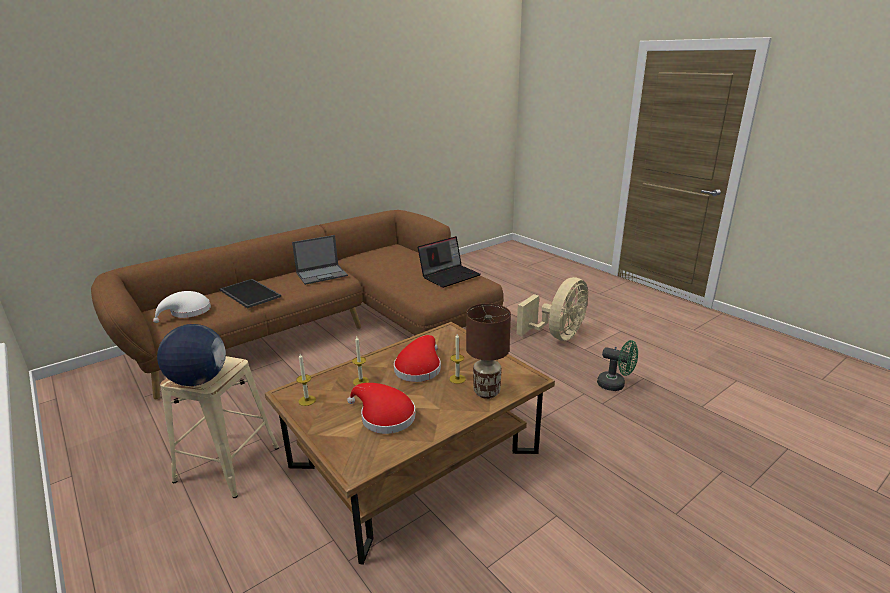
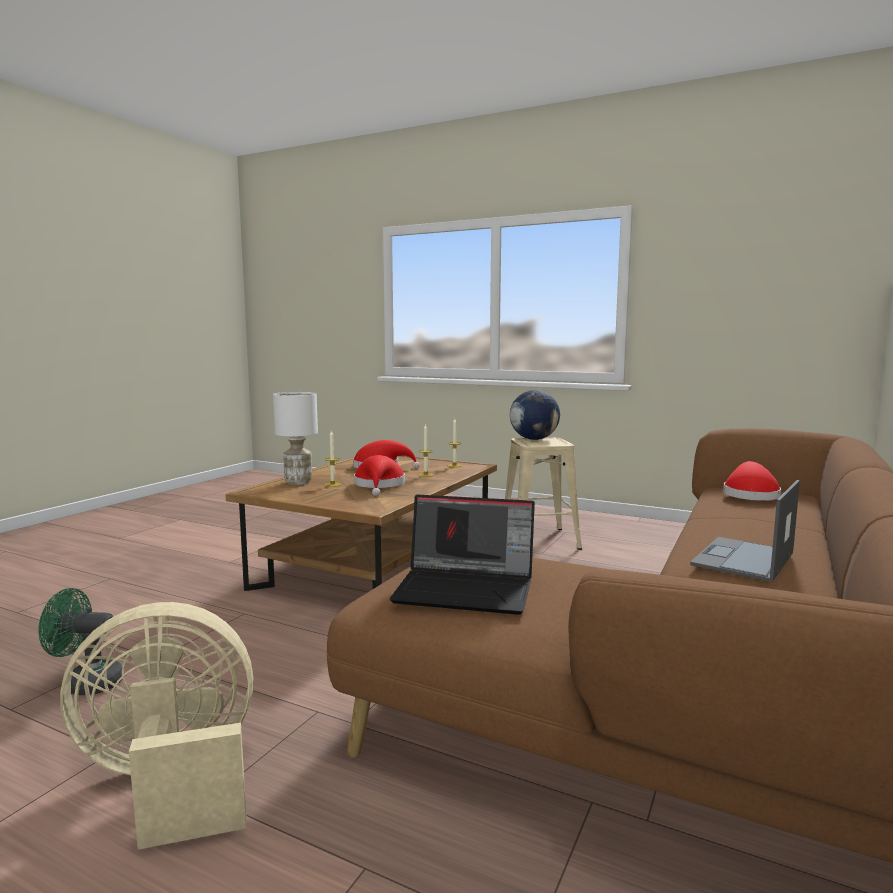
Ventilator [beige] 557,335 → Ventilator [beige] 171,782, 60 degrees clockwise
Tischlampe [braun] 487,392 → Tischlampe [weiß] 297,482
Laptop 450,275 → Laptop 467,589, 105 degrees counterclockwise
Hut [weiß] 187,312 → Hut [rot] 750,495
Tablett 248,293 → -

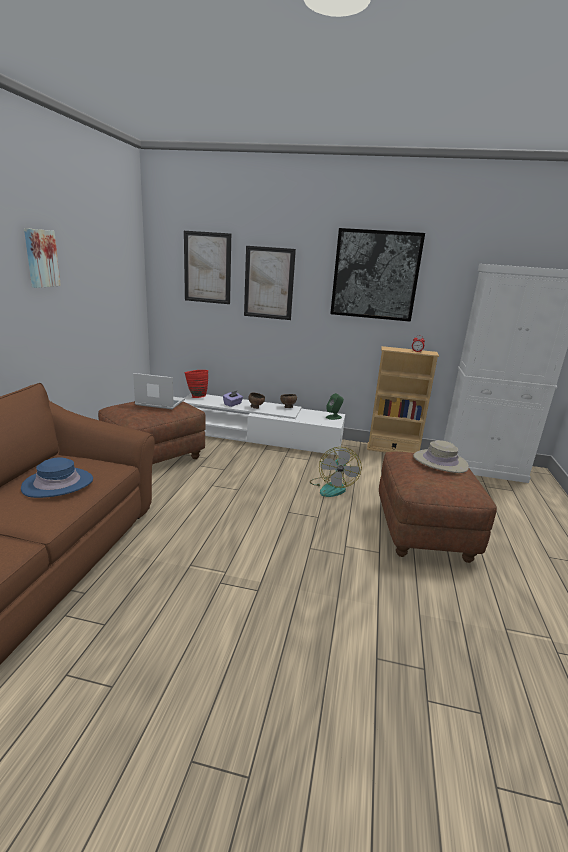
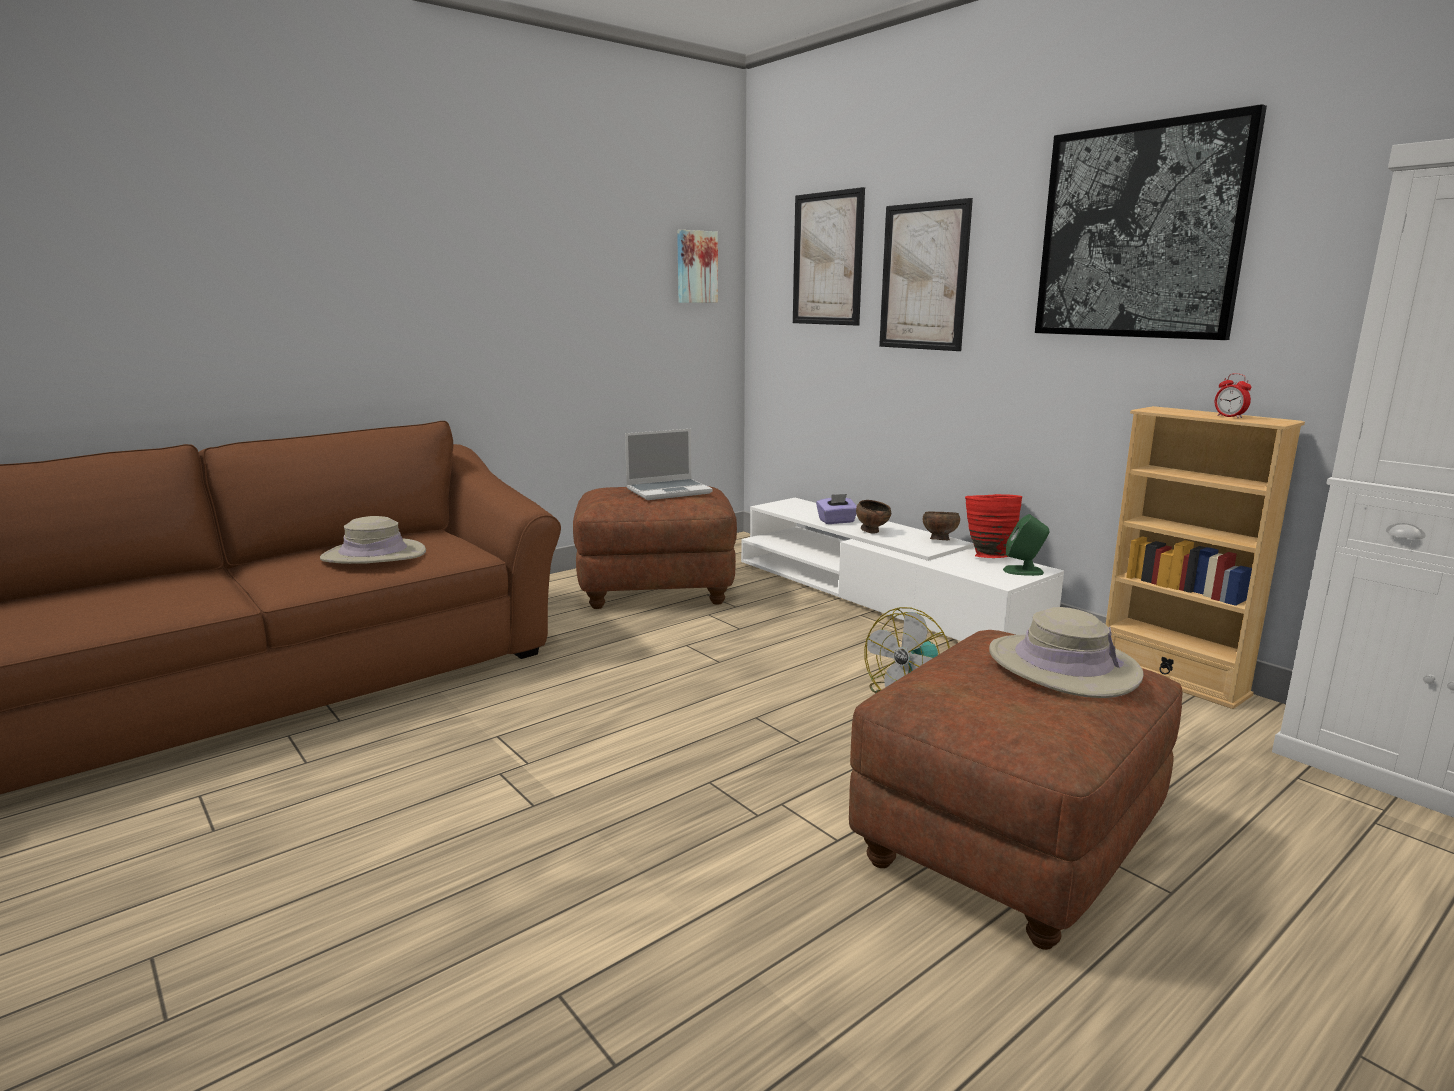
Hut [blau] 58,484 → Hut [beige] 374,555
Laptop 159,403 → Laptop 669,491, 105 degrees clockwise
Bild 40,258 → Bild 696,267, moved
Vase [rot] 196,396 → Vase [rot] 987,556, moved

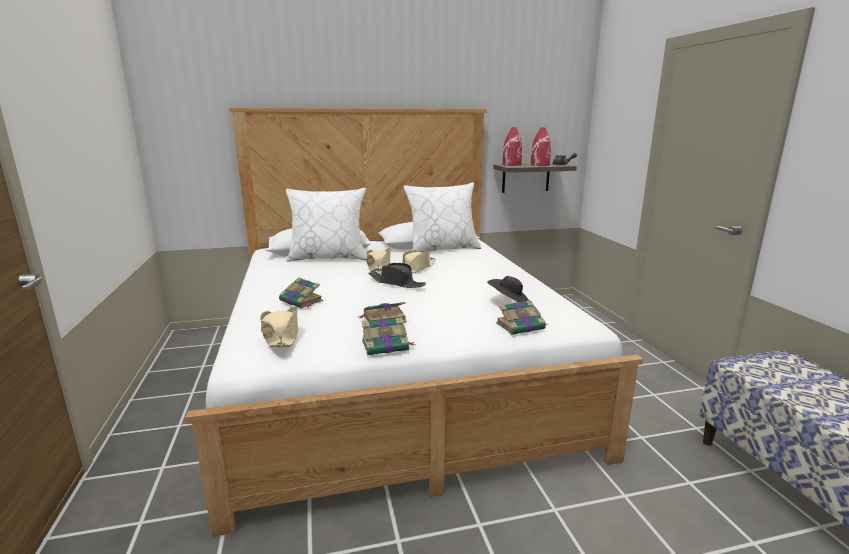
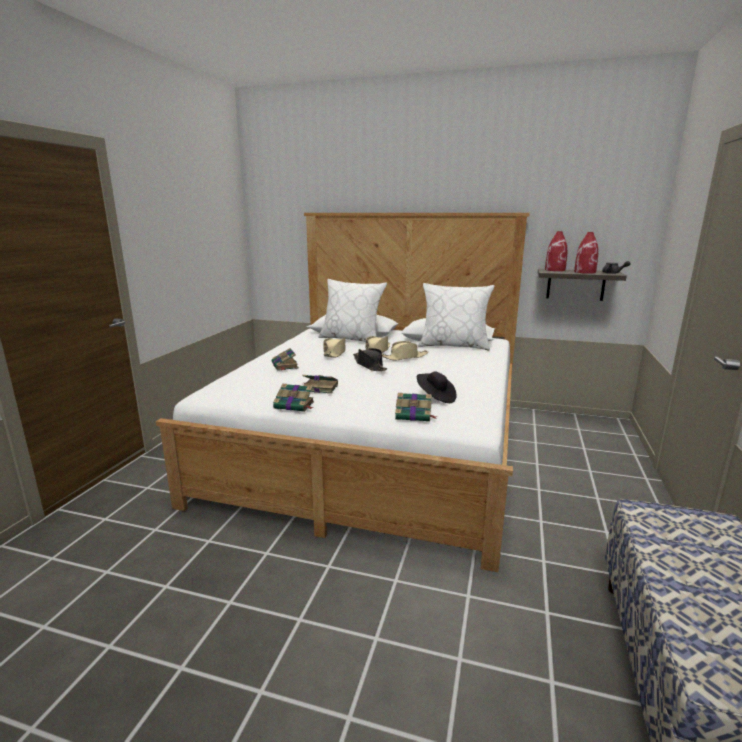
Hut [beige] 281,335 → Hut [beige] 335,353, moved

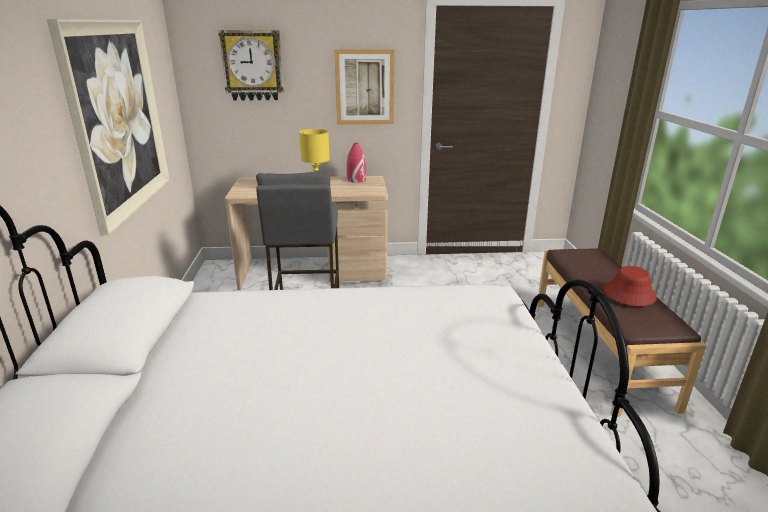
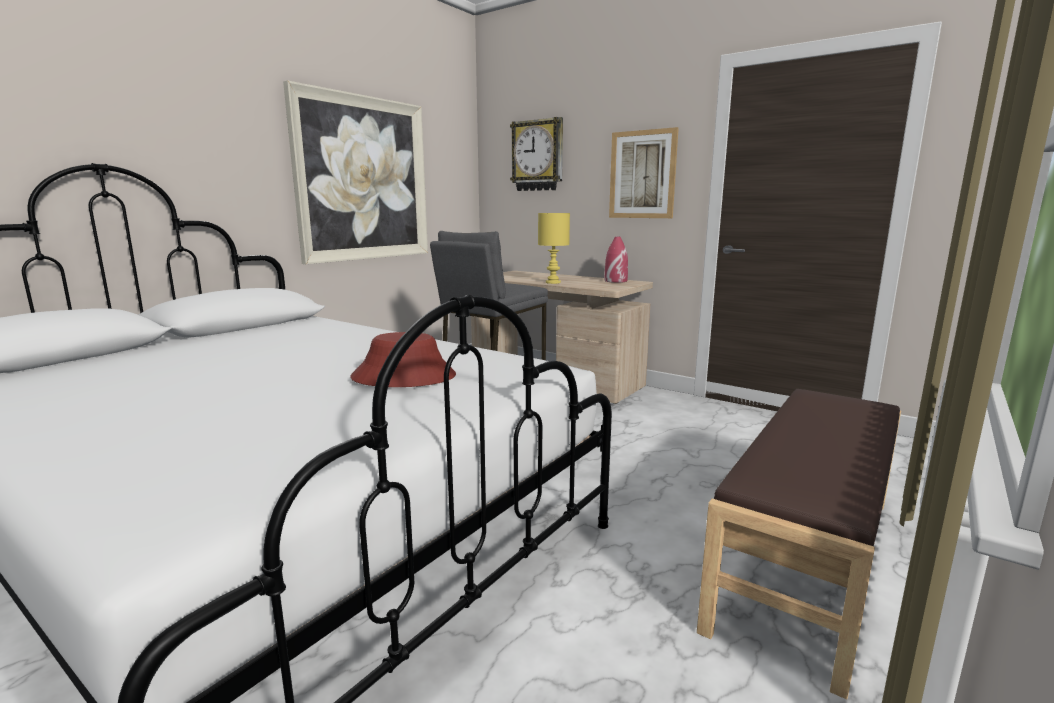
Hut [rot] 629,294 → Hut [rot] 404,377, moved

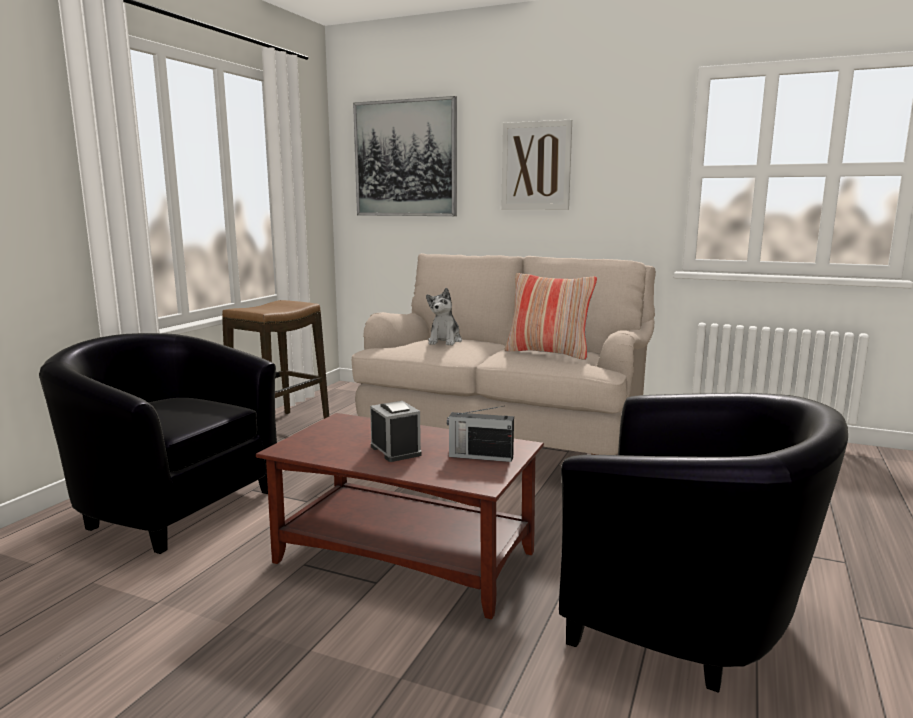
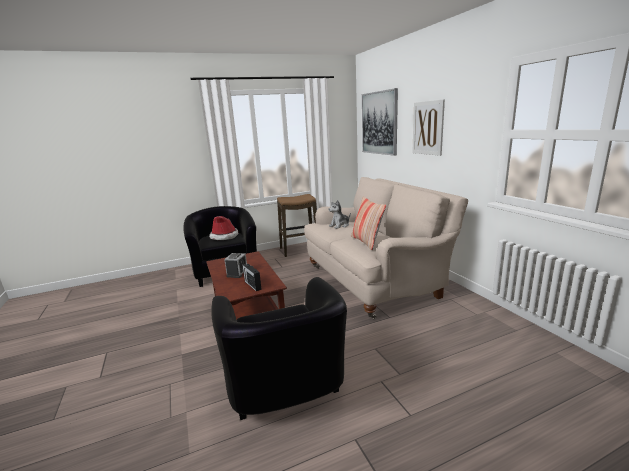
- → Hut 224,236

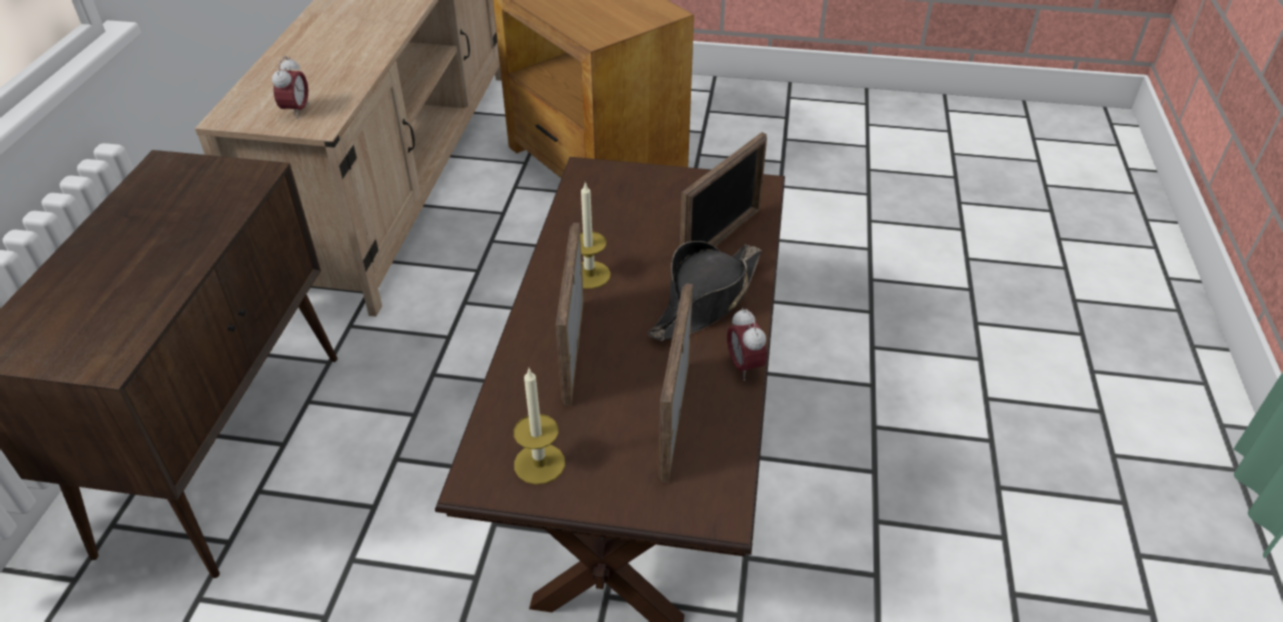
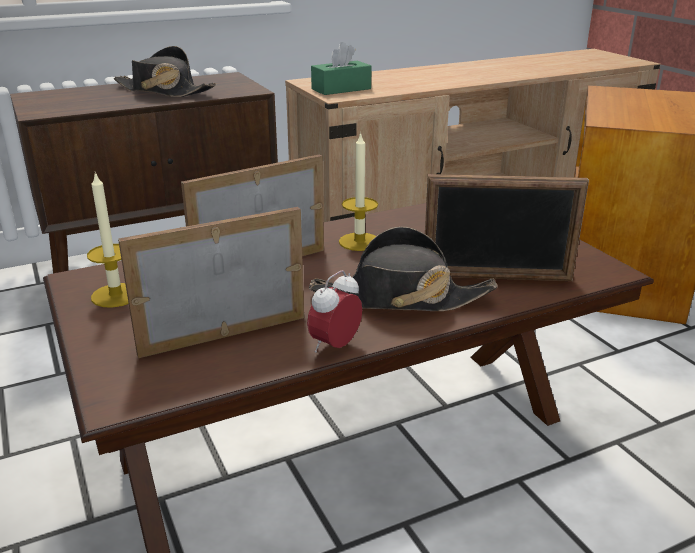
- → Hut [schwarz] 163,91
Wecker 296,111 → Taschentuchbox [grün] 341,89

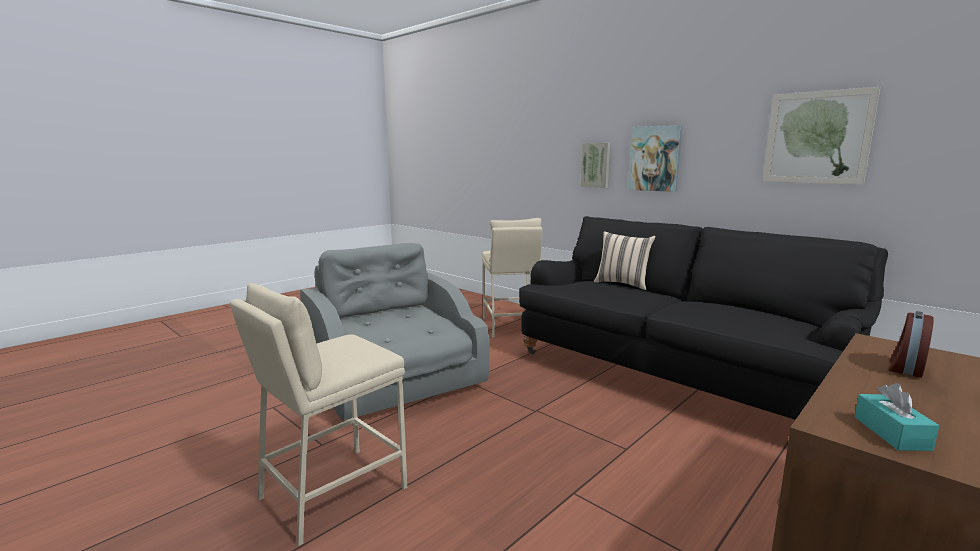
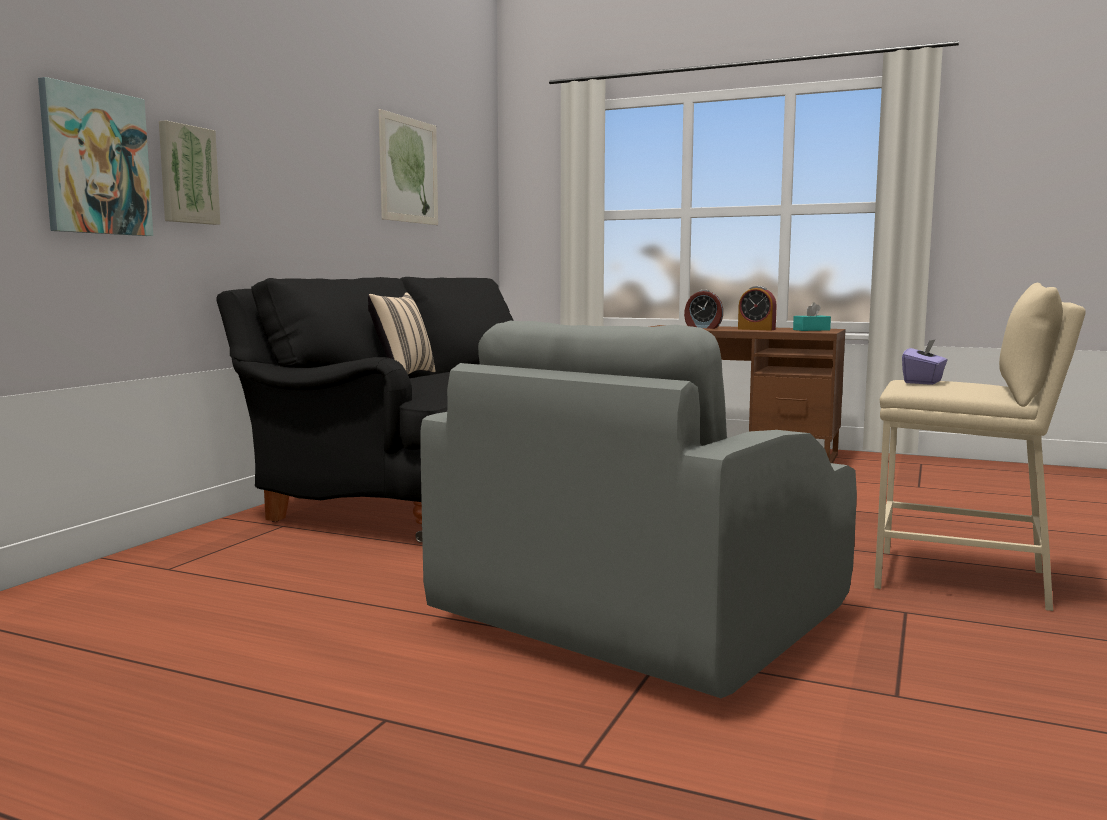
Bild 654,158 → Bild 95,162, moved
- → Wecker 756,329
- → Taschentuchbox [lila] 923,382
Hocker [beige] 510,326 → -

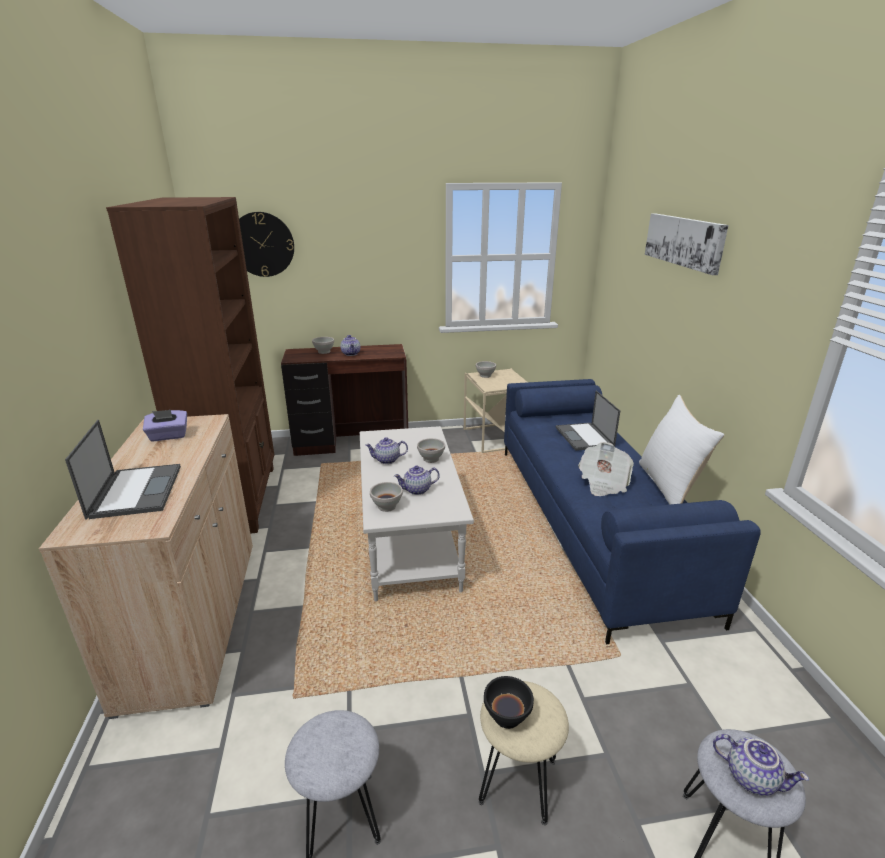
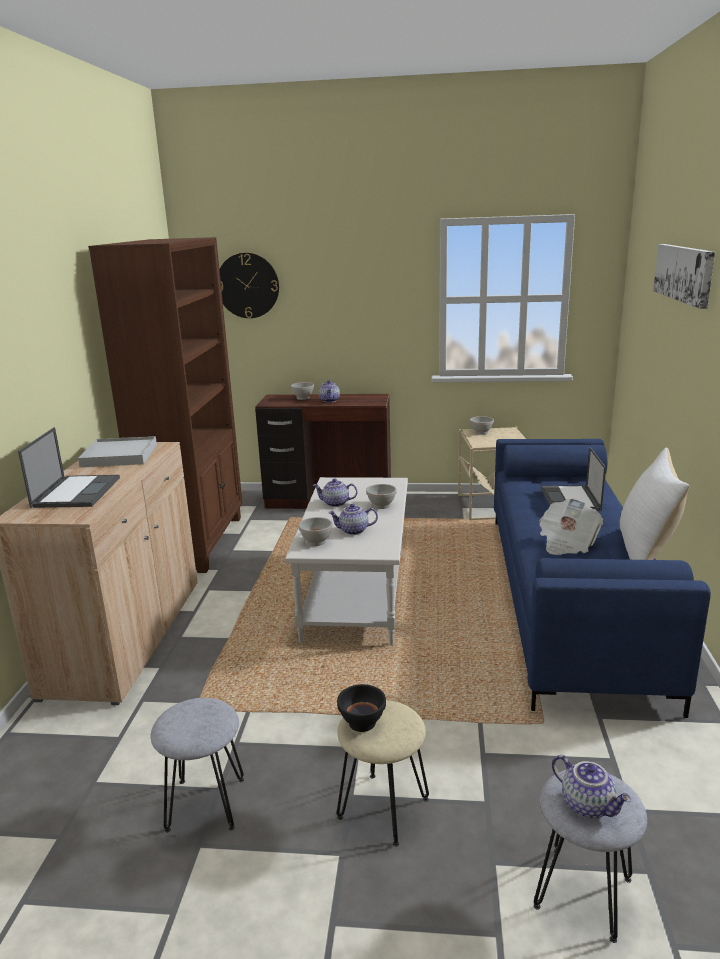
Taschentuchbox [lila] 168,436 → Tablett [weiß] 120,455

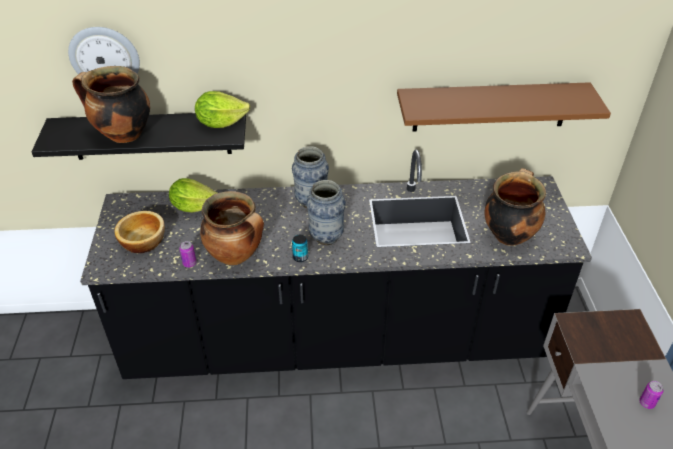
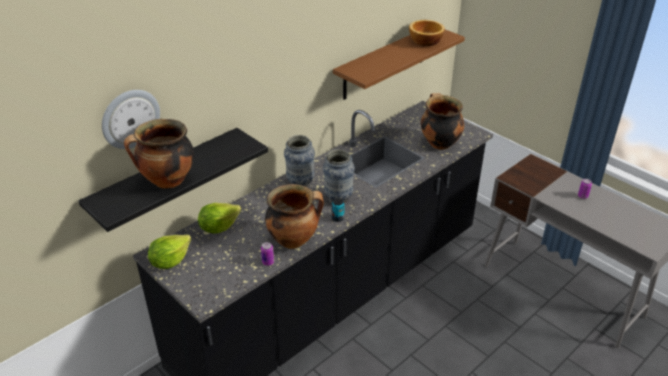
Salatkopf 221,123 → Salatkopf 170,261, moved
Schüssel 143,241 → Schüssel 425,41, moved

